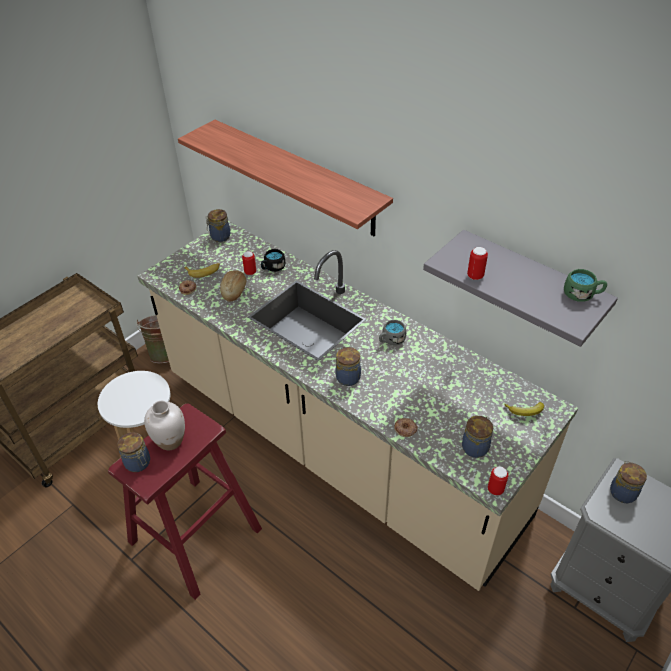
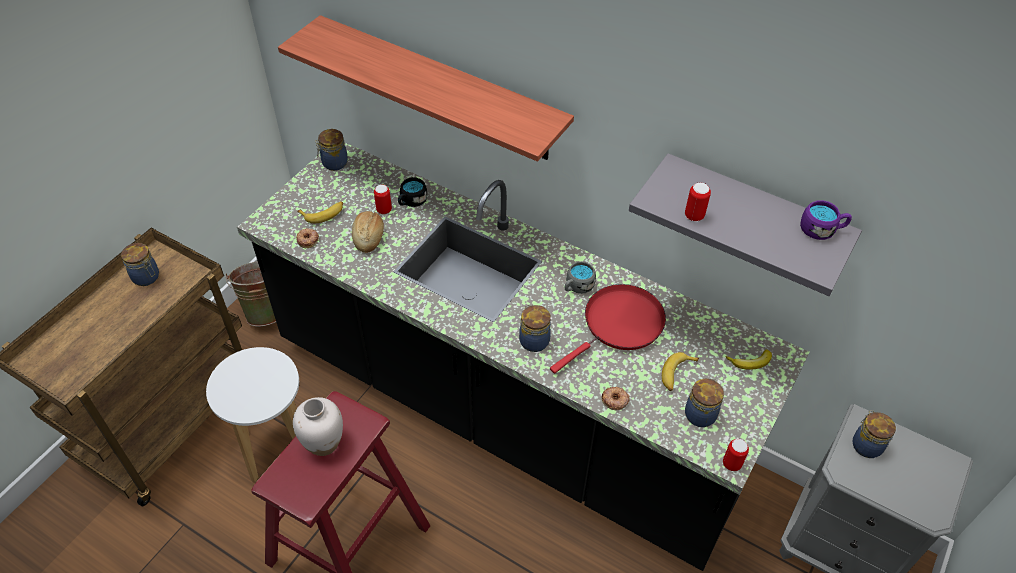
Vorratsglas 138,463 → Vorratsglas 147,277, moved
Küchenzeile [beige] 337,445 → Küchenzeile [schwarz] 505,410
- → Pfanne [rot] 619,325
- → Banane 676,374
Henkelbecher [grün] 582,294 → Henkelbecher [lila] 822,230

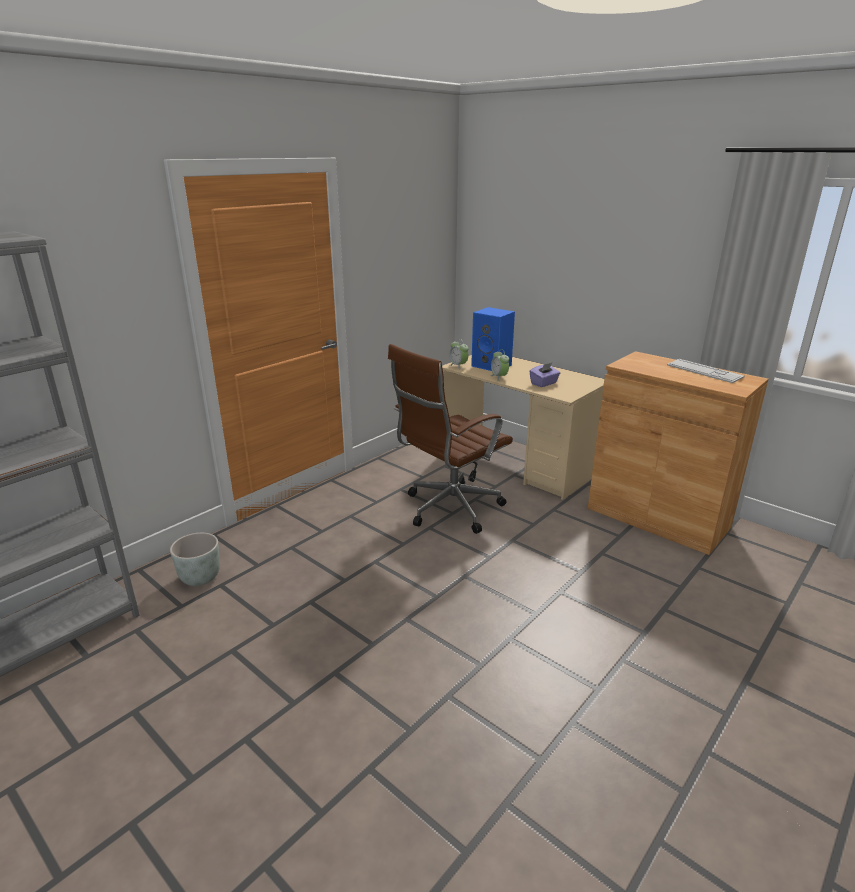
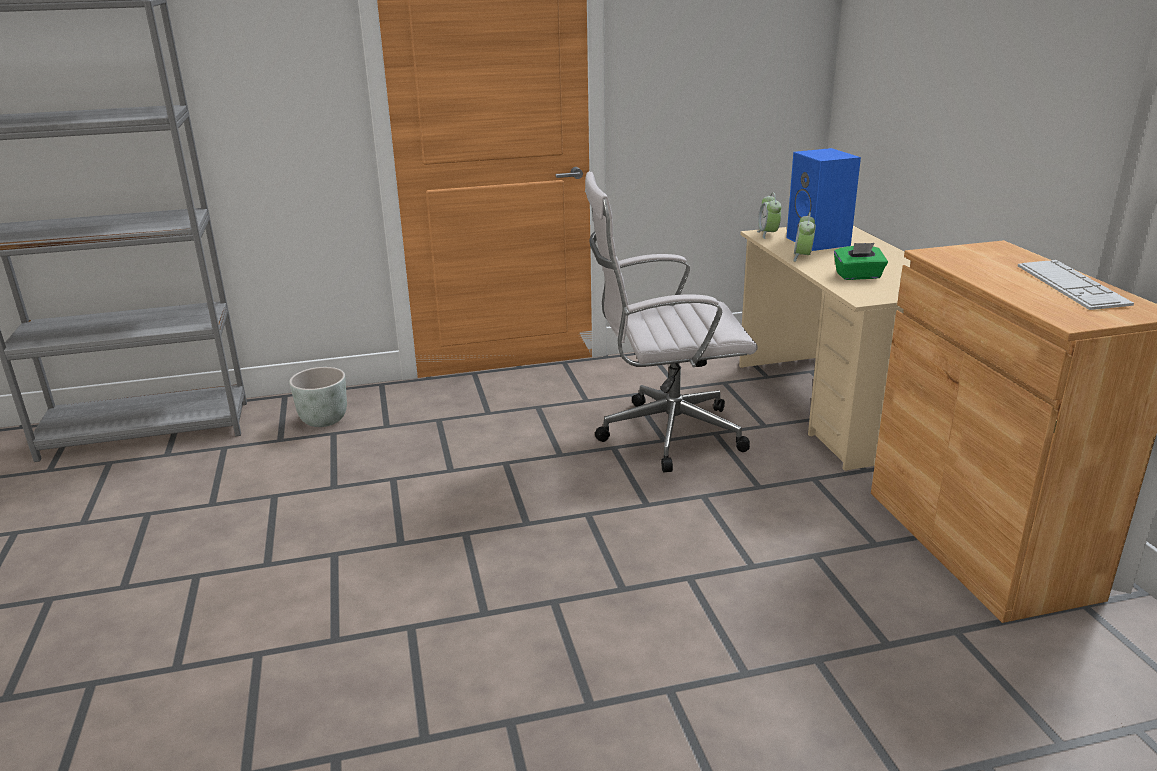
Bürostuhl [braun] 449,509 → Bürostuhl [weiß] 664,435
Taschentuchbox [lila] 544,383 → Taschentuchbox [grün] 858,276

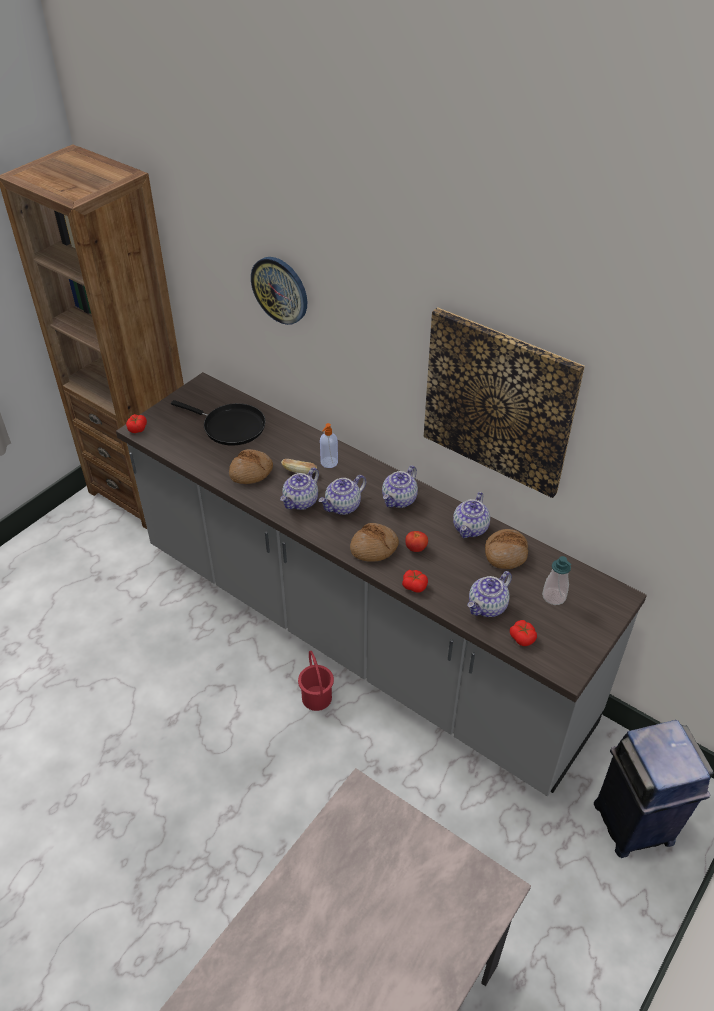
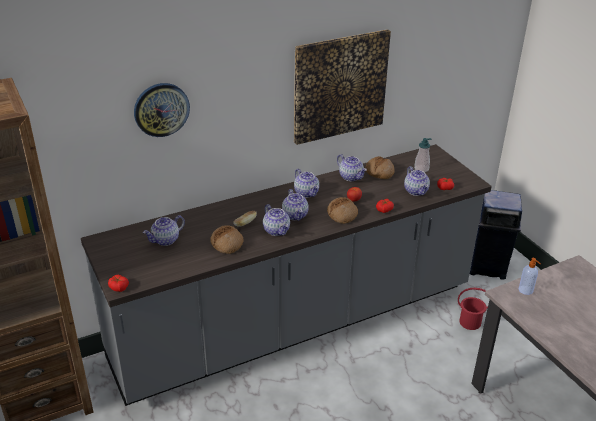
Pfanne [schwarz] 230,426 → Teekanne 165,240
Eimer [rot] 317,697 → Eimer [rot] 470,322, moved
Seifenspender 328,463 → Seifenspender 526,290, moved

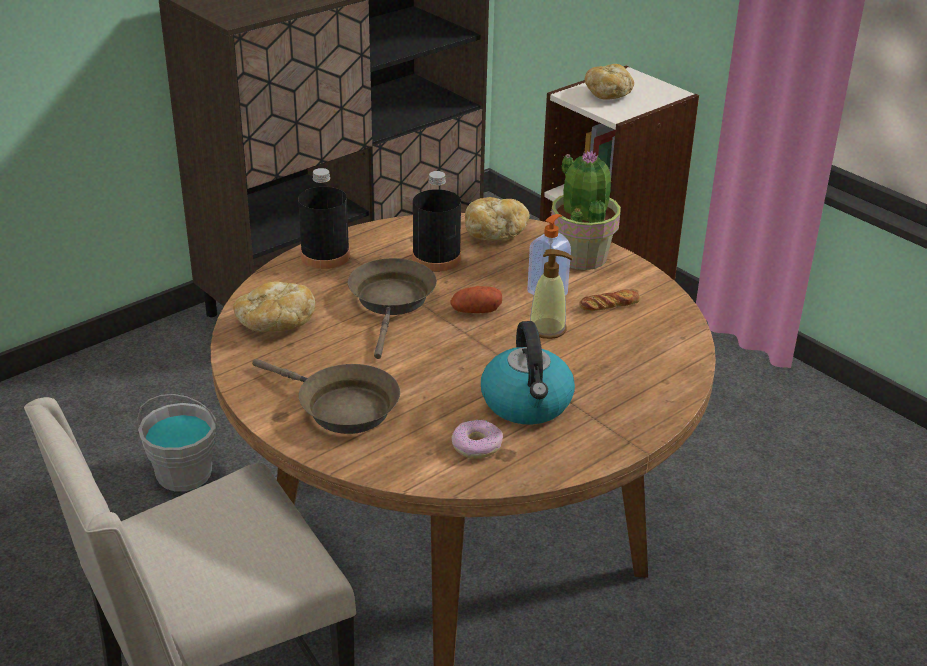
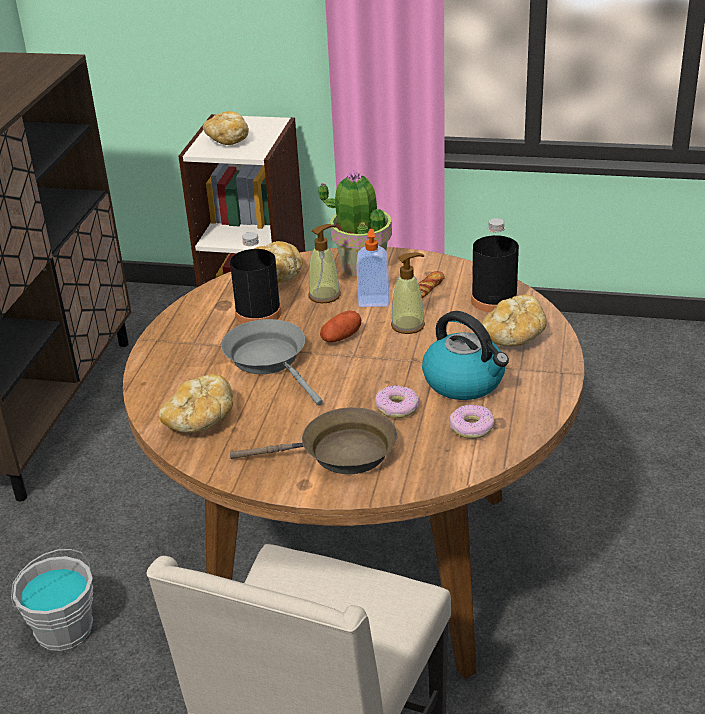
Pfanne [braun] 392,302 → Pfanne [grau] 270,360
- → Seifenspender 324,295
- → Donut 397,407
Flasche [schwarz] 325,256 → Flasche [schwarz] 494,300, moved
- → Brot 513,337

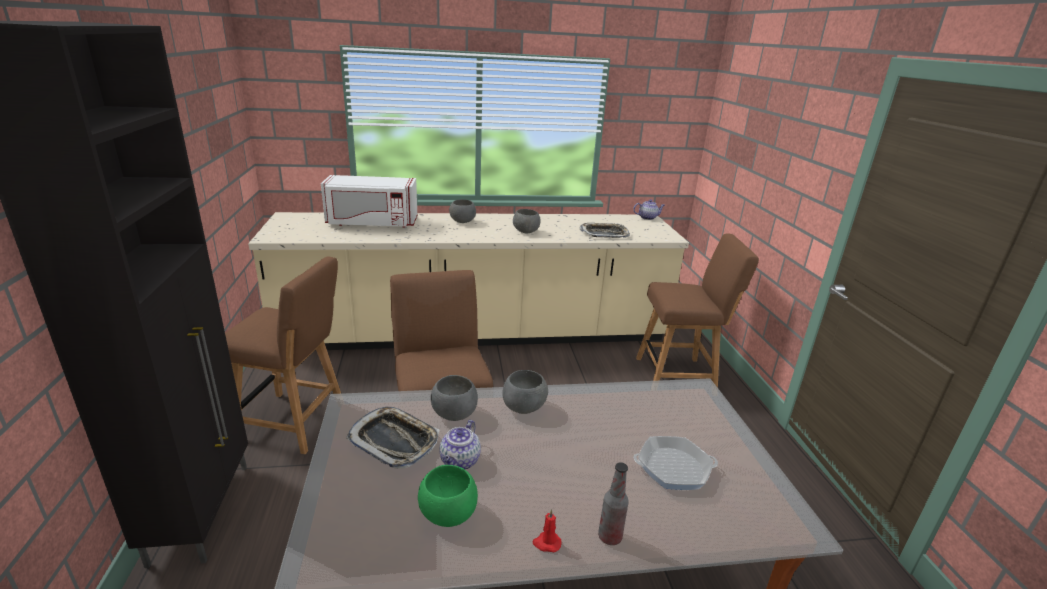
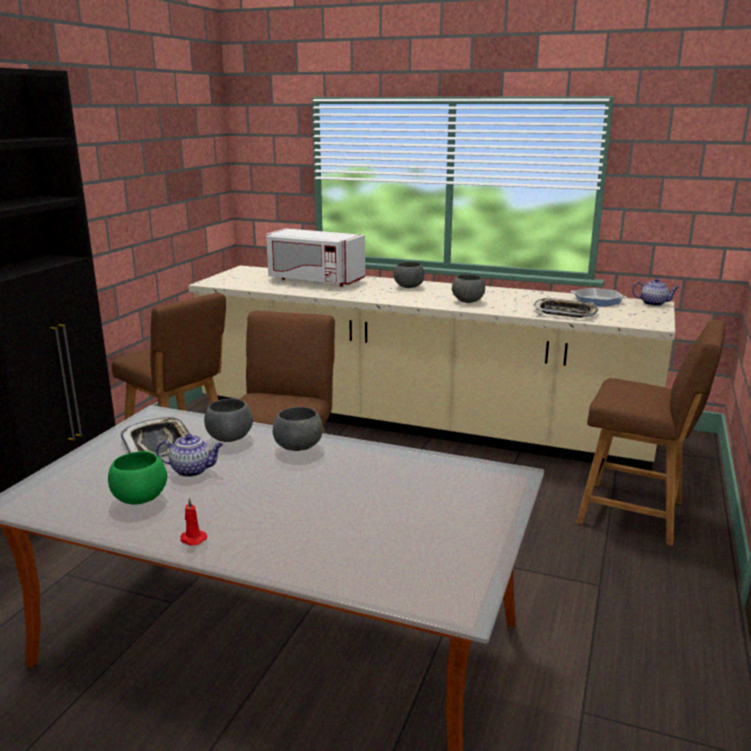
Teekanne 460,462 → Teekanne 192,470, 135 degrees counterclockwise
Pfanne 673,468 → Pfanne 597,301, moved
Flasche 610,537 → -

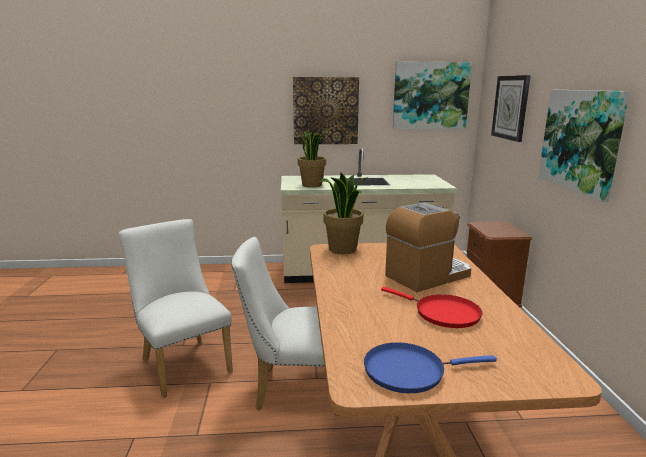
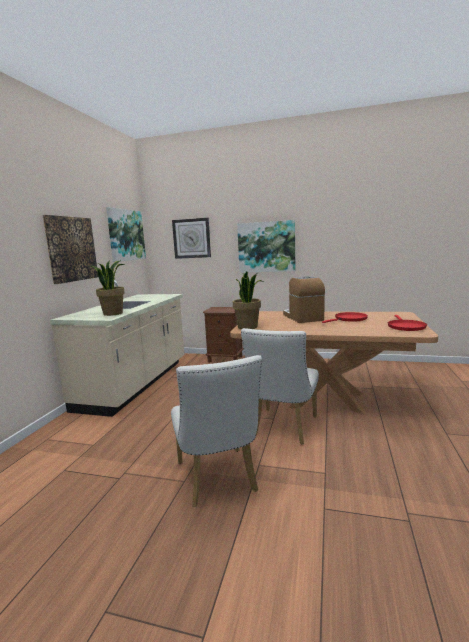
Stuhl [weiß] 182,363 → Stuhl [weiß] 218,480, 90 degrees counterclockwise
Pfanne [blau] 409,371 → Pfanne [rot] 405,327

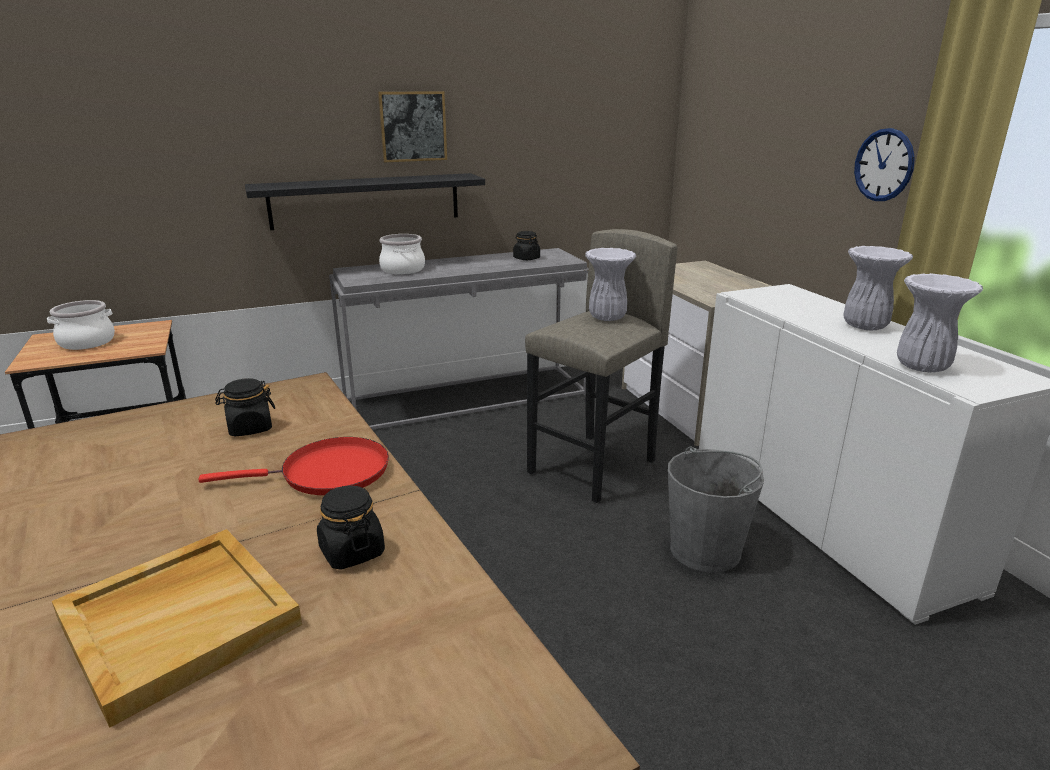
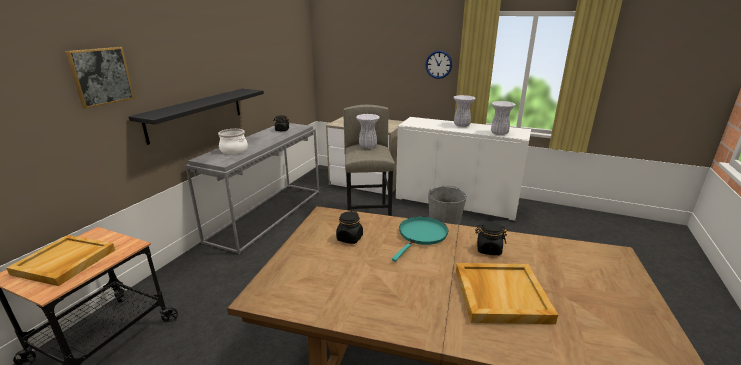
Kochtopf 87,342 → Tablett [beige] 64,262
Bild 413,126 → Bild 101,76, moved
Pfanne [rot] 328,473 → Pfanne [türkis] 421,235

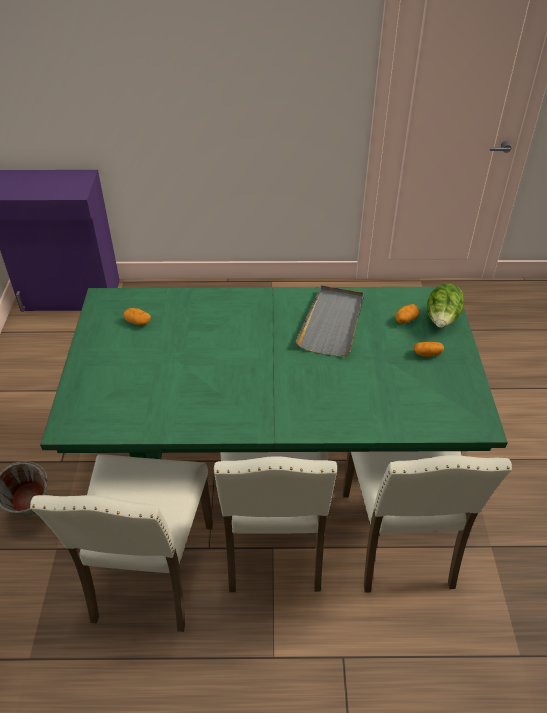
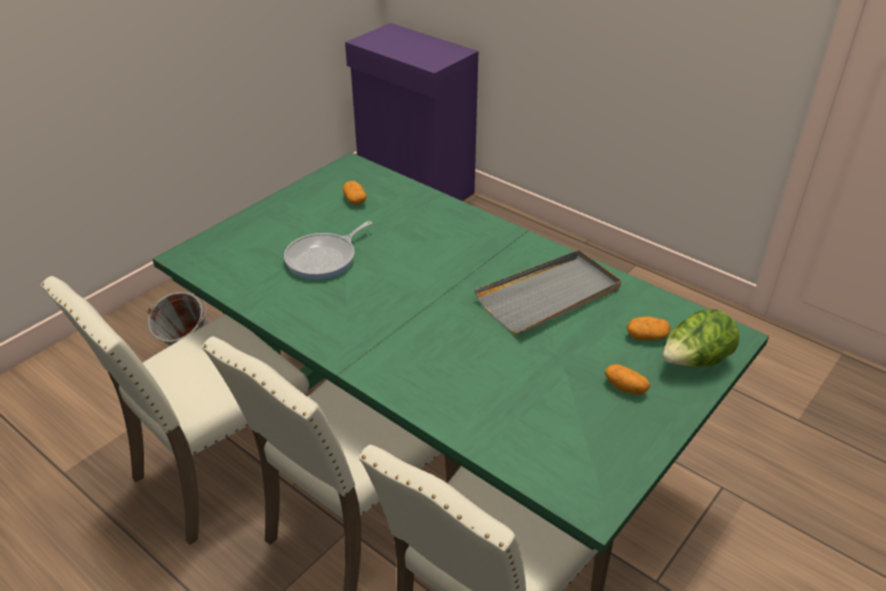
- → Pfanne 324,258

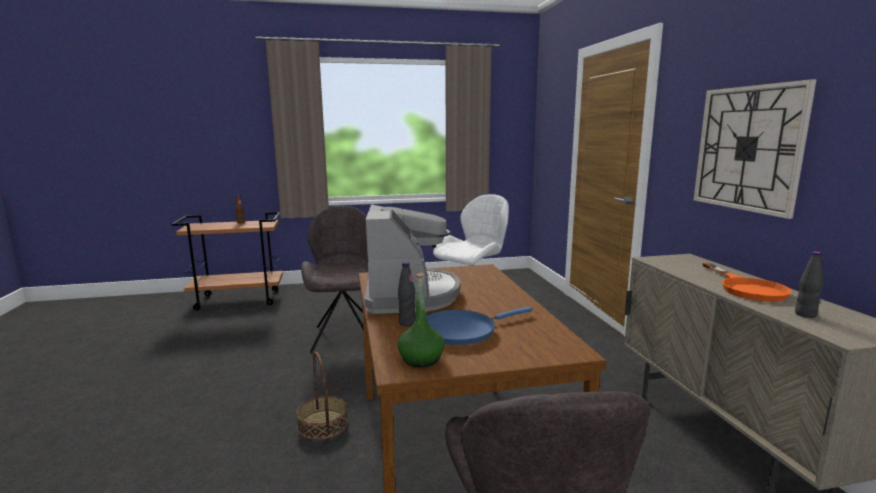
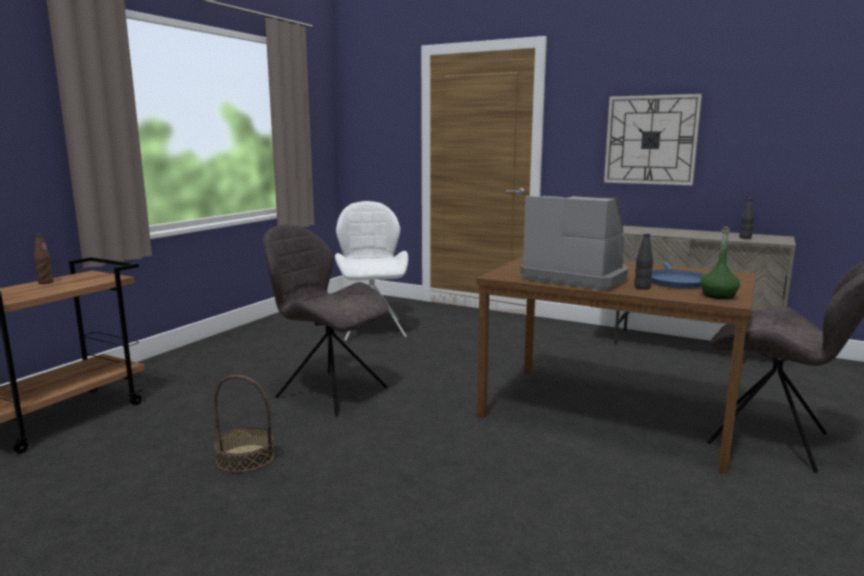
Korb 323,424 → Korb 245,458, moved
Pfanne [orange] 747,288 → -

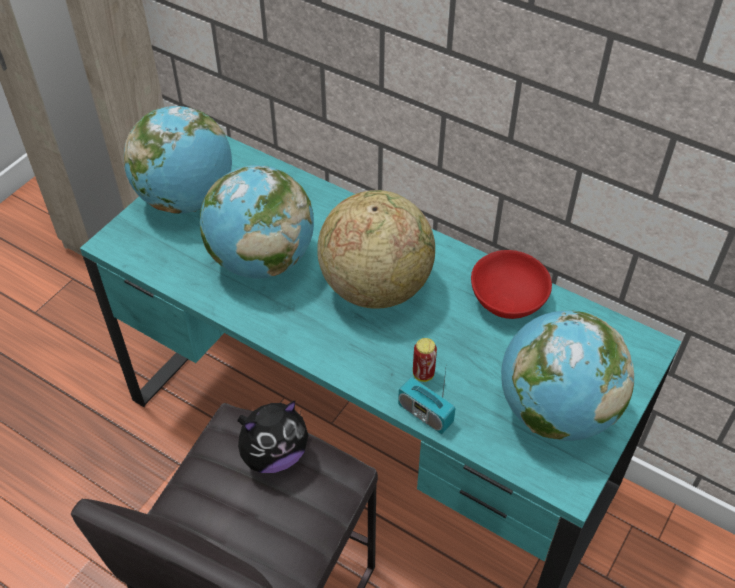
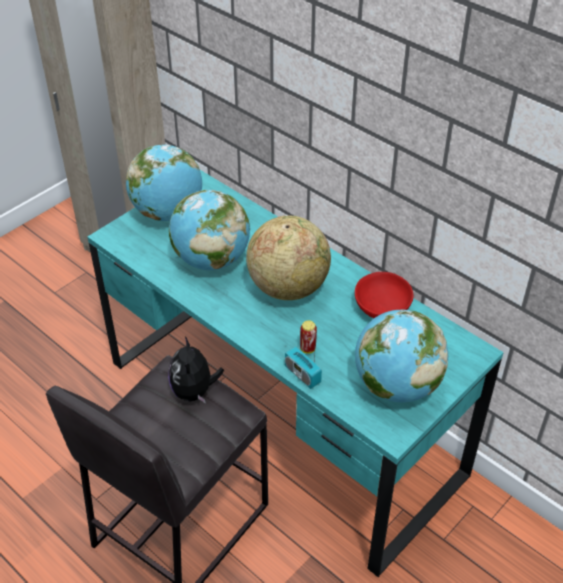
Plüschtier 274,455 → Plüschtier 194,391, 105 degrees clockwise

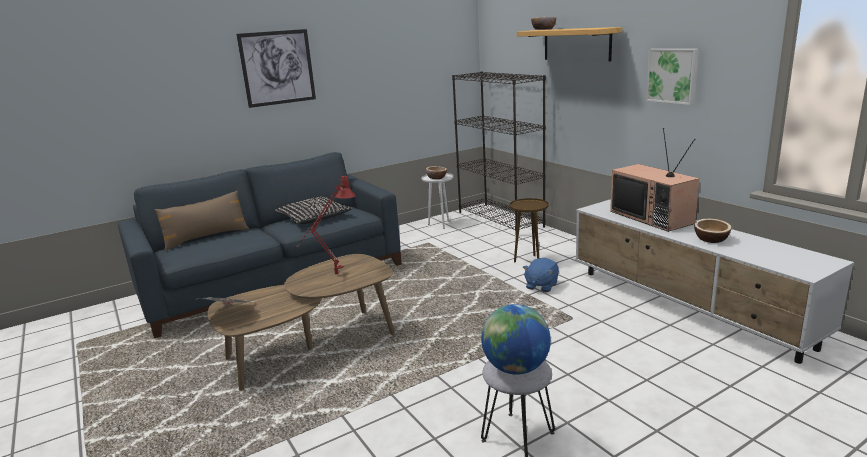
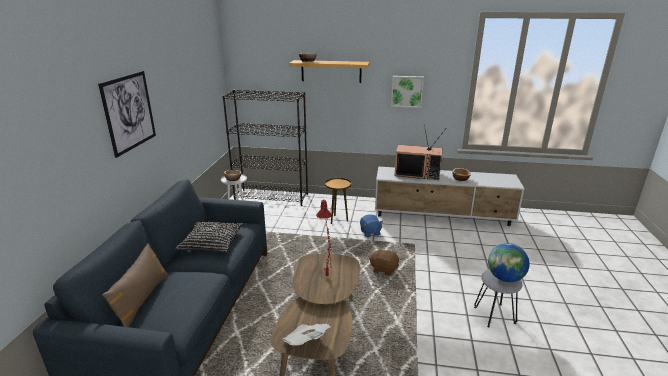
- → Plüschtier [braun] 384,269

